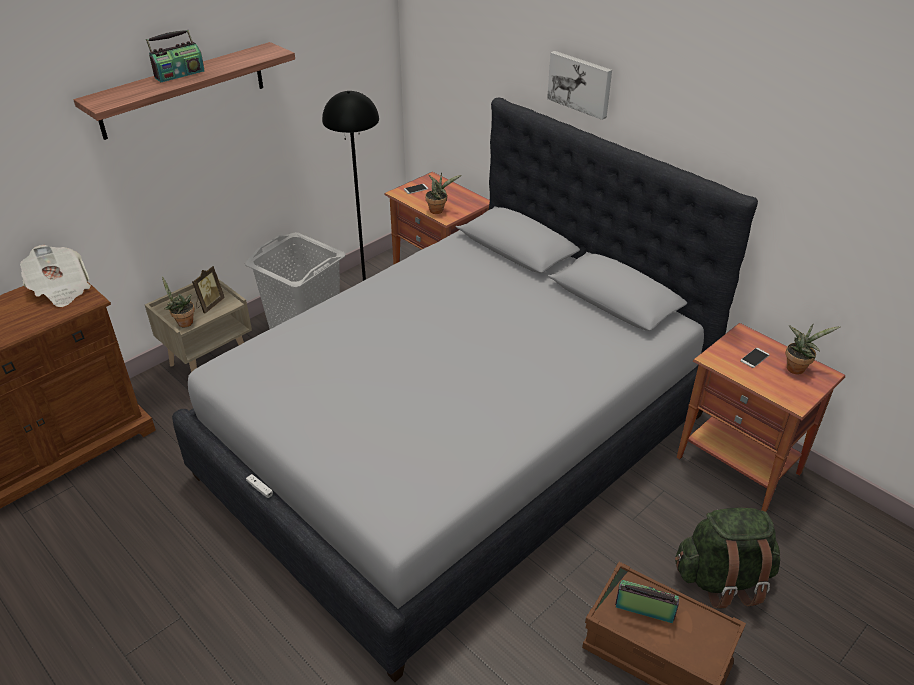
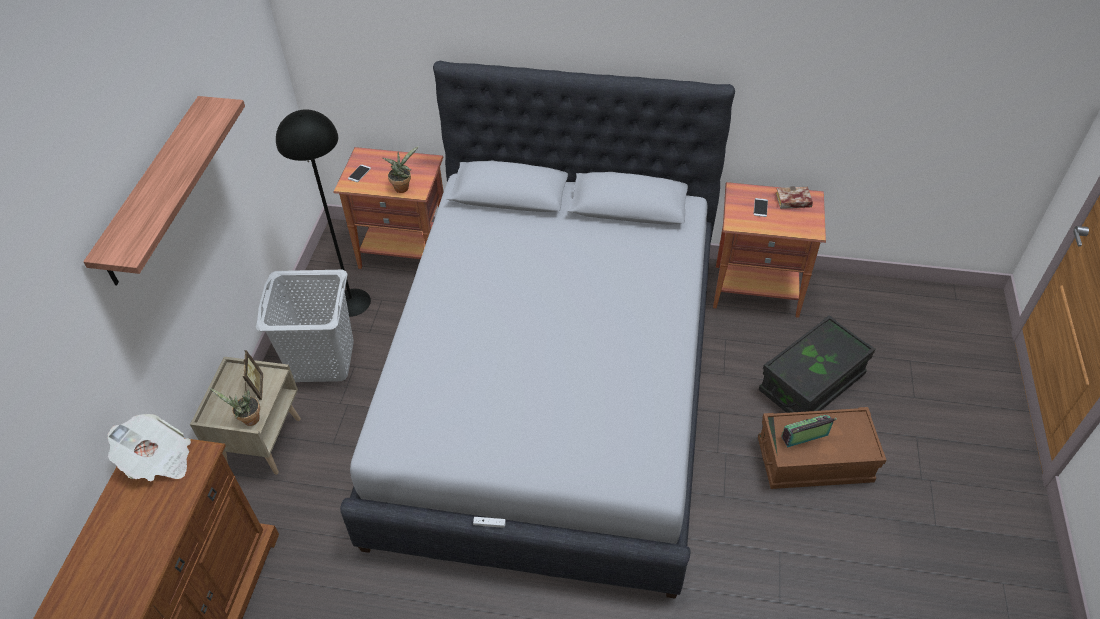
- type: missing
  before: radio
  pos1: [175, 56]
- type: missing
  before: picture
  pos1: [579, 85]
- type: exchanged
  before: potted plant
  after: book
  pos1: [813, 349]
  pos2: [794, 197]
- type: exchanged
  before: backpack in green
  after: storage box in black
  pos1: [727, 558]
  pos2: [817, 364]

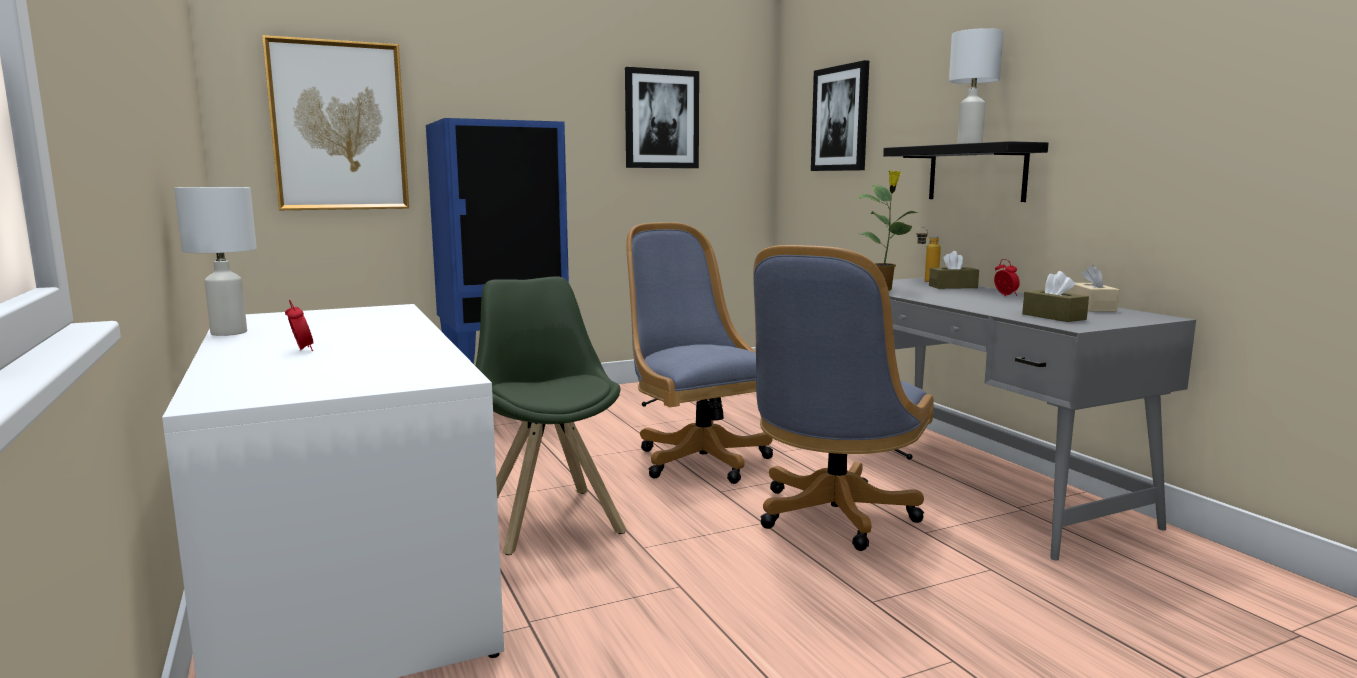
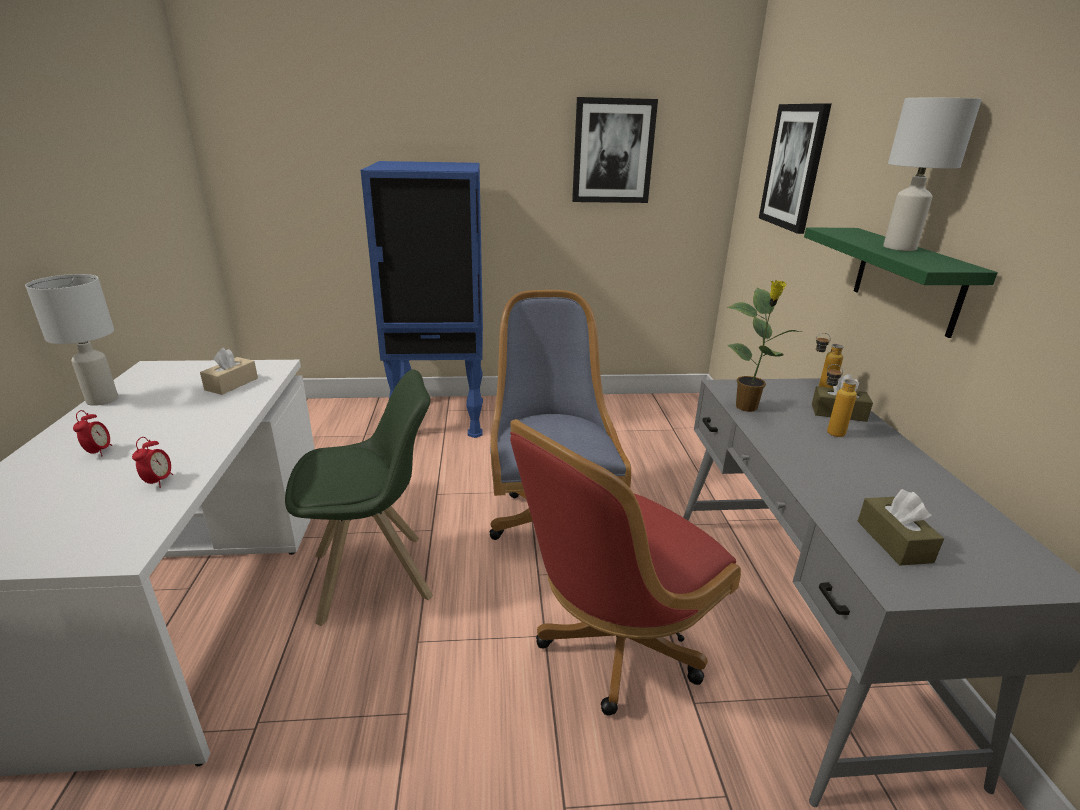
- type: missing
  before: picture
  pos1: [335, 122]
- type: colour
  before: shelf in black
  after: shelf in green
  pos1: [965, 171]
  pos2: [901, 282]
- type: colour
  before: office chair in blue
  after: office chair in red
  pos1: [843, 398]
  pos2: [625, 567]
- type: relocated
  before: alarm clock
  pos1: [1007, 277]
  pos2: [152, 462]
- type: relocated
  before: tissue box in beige
  pos1: [1094, 288]
  pos2: [229, 371]
- type: spun
  before: chair in green
  pos1: [551, 415]
  pos2: [359, 497]
  turn: 75
- type: appeared
  after: bottle
  pos2: [842, 400]

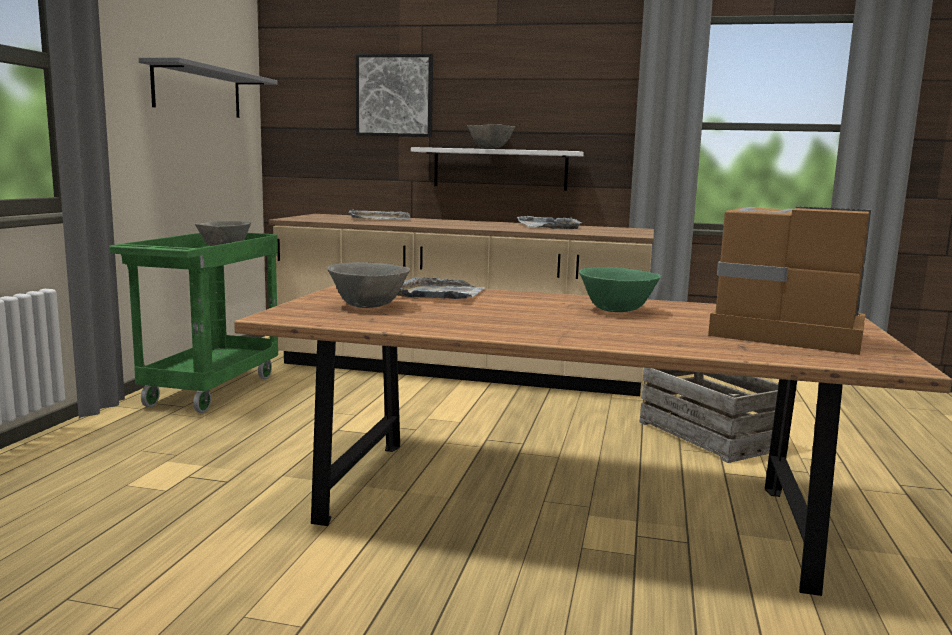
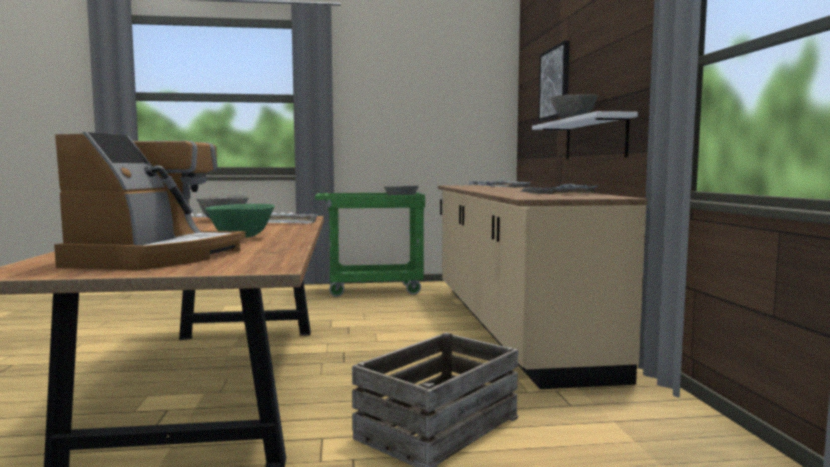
- type: missing
  before: shelf in grey
  pos1: [208, 87]

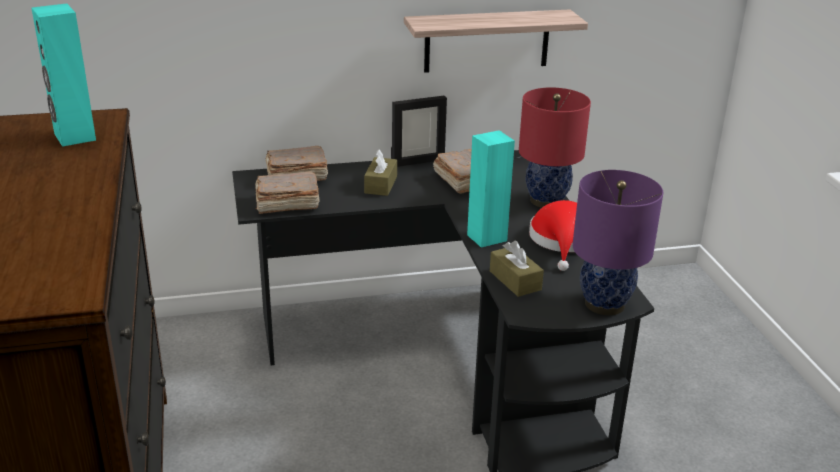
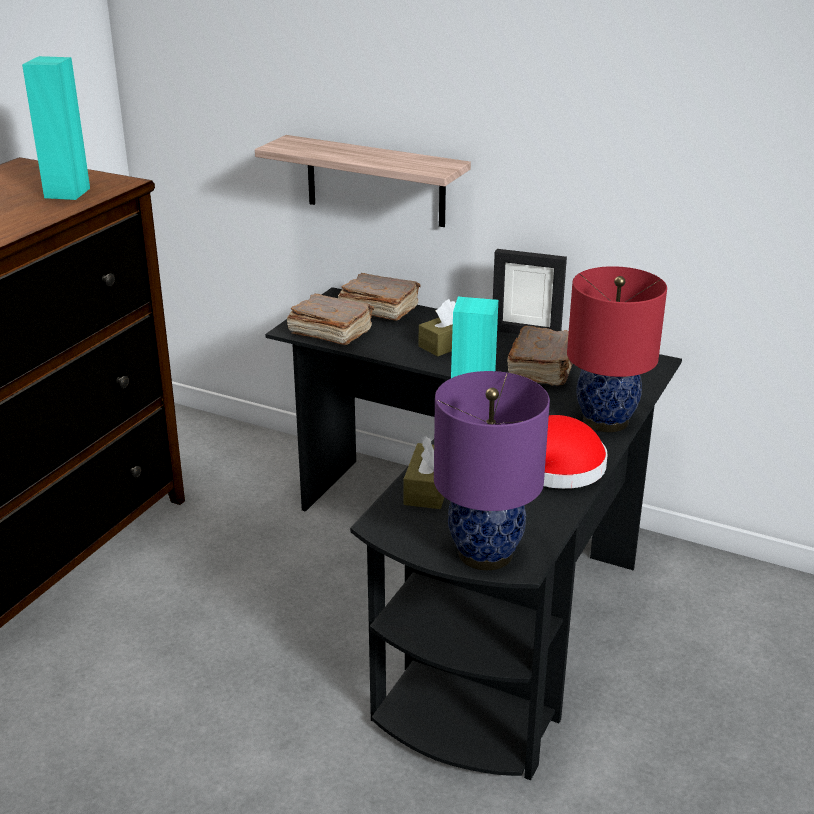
- type: relocated
  before: shelf
  pos1: [496, 41]
  pos2: [363, 181]

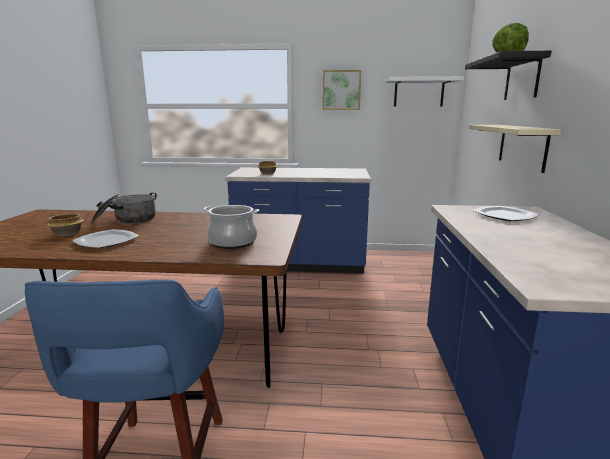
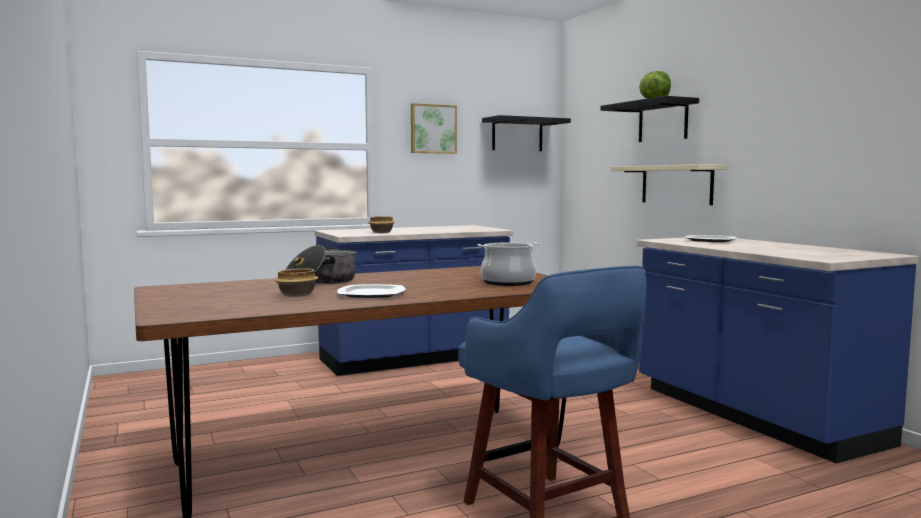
- type: colour
  before: shelf in white
  after: shelf in black
  pos1: [424, 91]
  pos2: [526, 133]

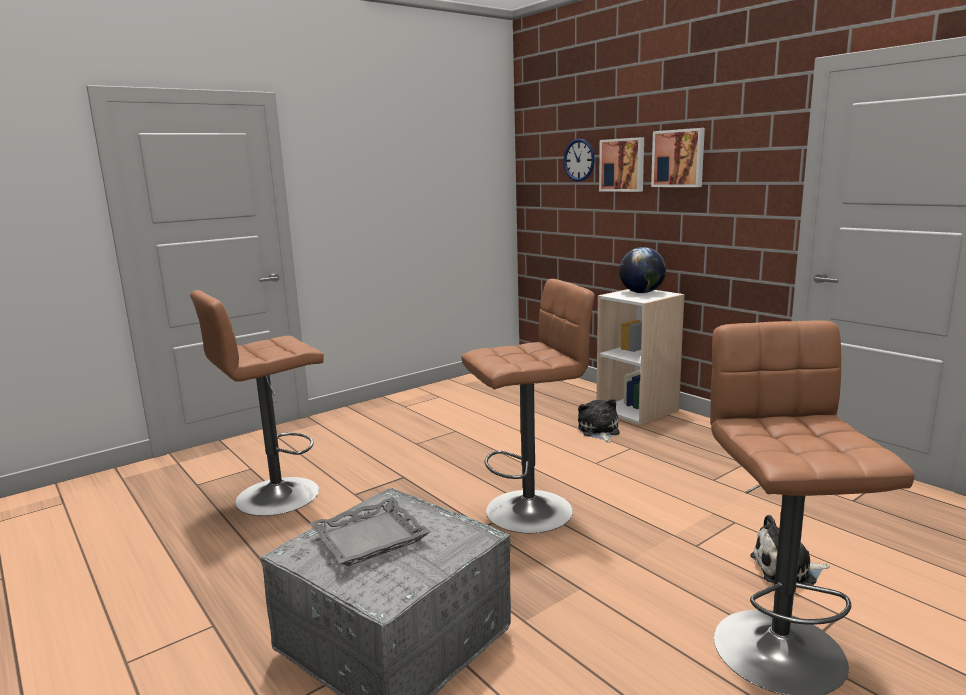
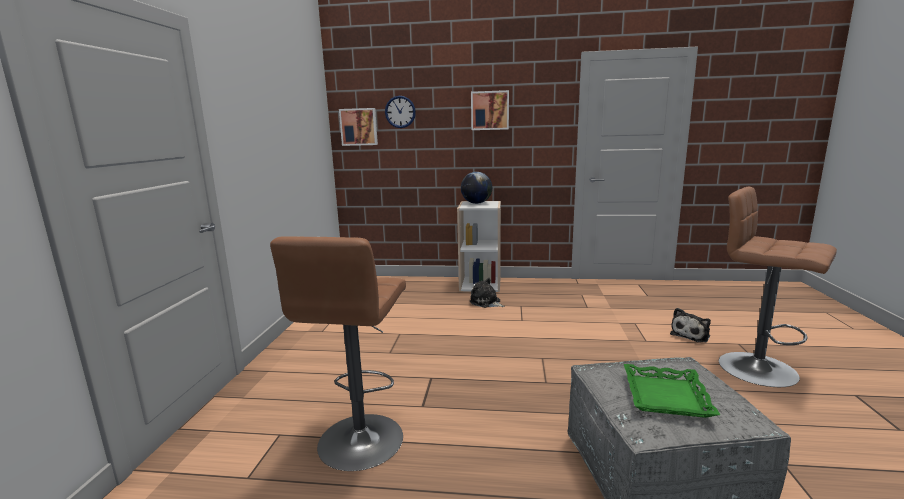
- type: relocated
  before: picture
  pos1: [621, 164]
  pos2: [358, 127]
- type: missing
  before: stool in brown
  pos1: [528, 406]
- type: colour
  before: tray in grey
  after: tray in green
  pos1: [370, 531]
  pos2: [672, 391]

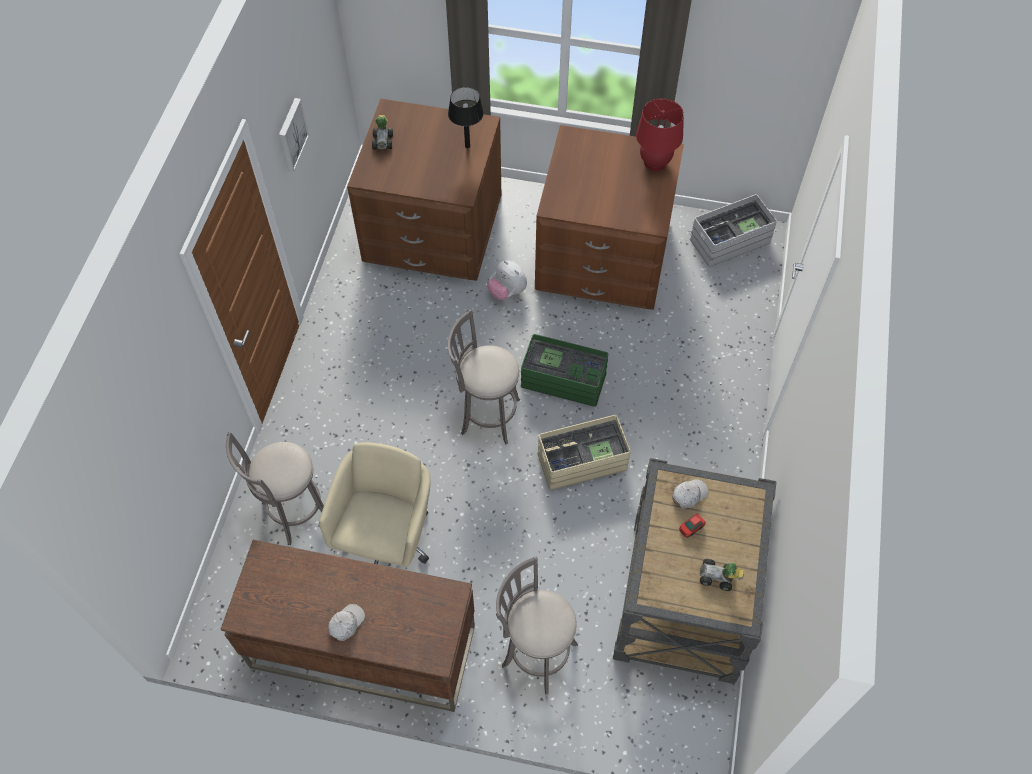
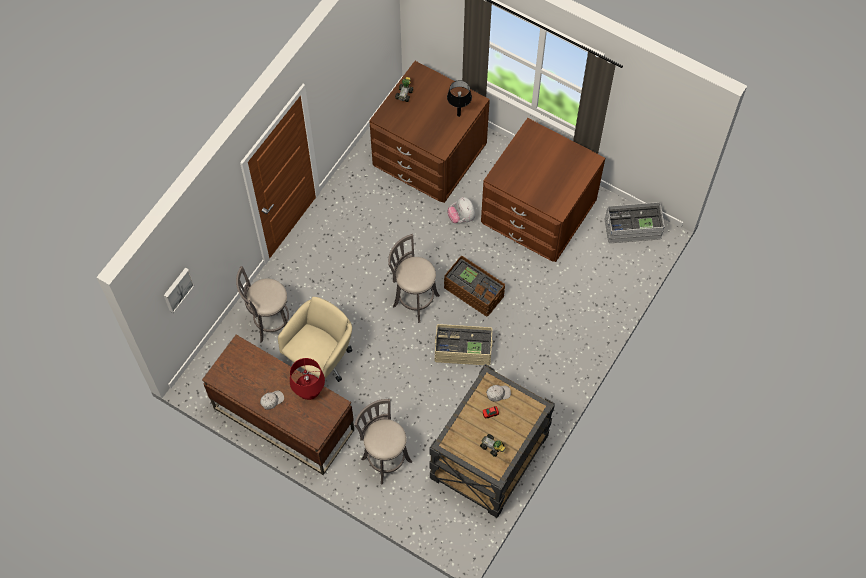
- type: relocated
  before: picture
  pos1: [294, 134]
  pos2: [179, 290]
- type: relocated
  before: table lamp in red
  pos1: [660, 134]
  pos2: [307, 379]
- type: colour
  before: storage box in green
  after: storage box in brown
  pos1: [564, 370]
  pos2: [474, 286]

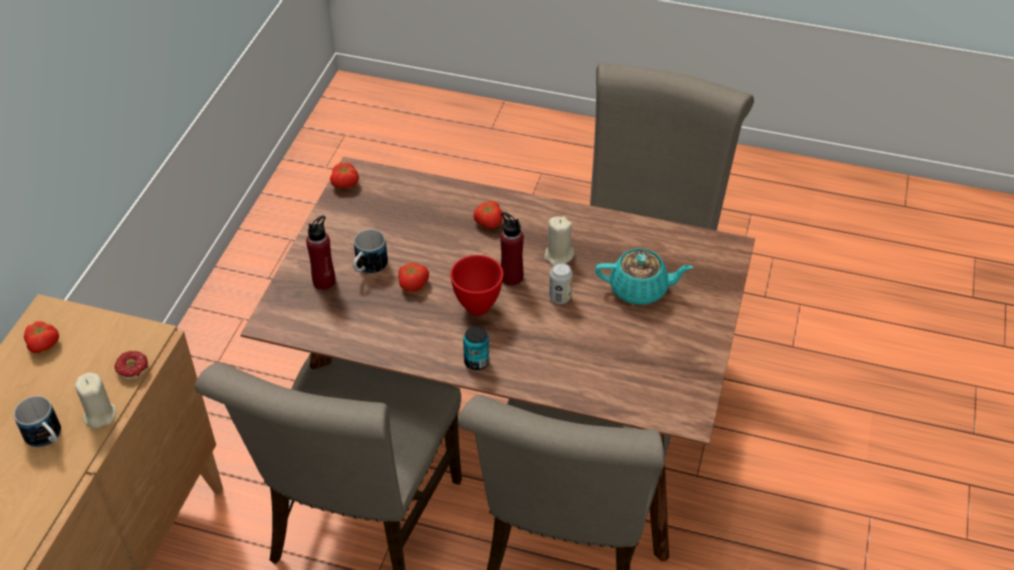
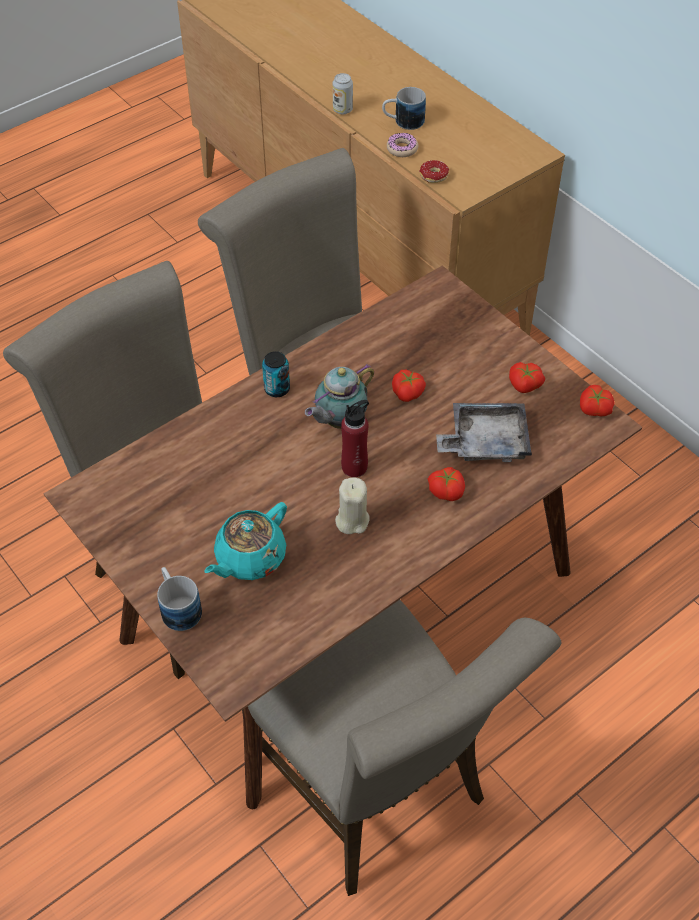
- type: missing
  before: bottle in red
  pos1: [320, 252]
- type: relocated
  before: mug
  pos1: [370, 251]
  pos2: [179, 599]
- type: exchanged
  before: bowl in red
  after: teapot
  pos1: [476, 285]
  pos2: [339, 396]
- type: relocated
  before: can
  pos1: [561, 283]
  pos2: [343, 93]
- type: relocated
  before: tomato
  pos1: [41, 337]
  pos2: [527, 377]
- type: exchanged
  before: candle in beige
  after: donut
  pos1: [95, 401]
  pos2: [402, 144]
- type: appeared
  after: tray in grey
  pos2: [484, 432]

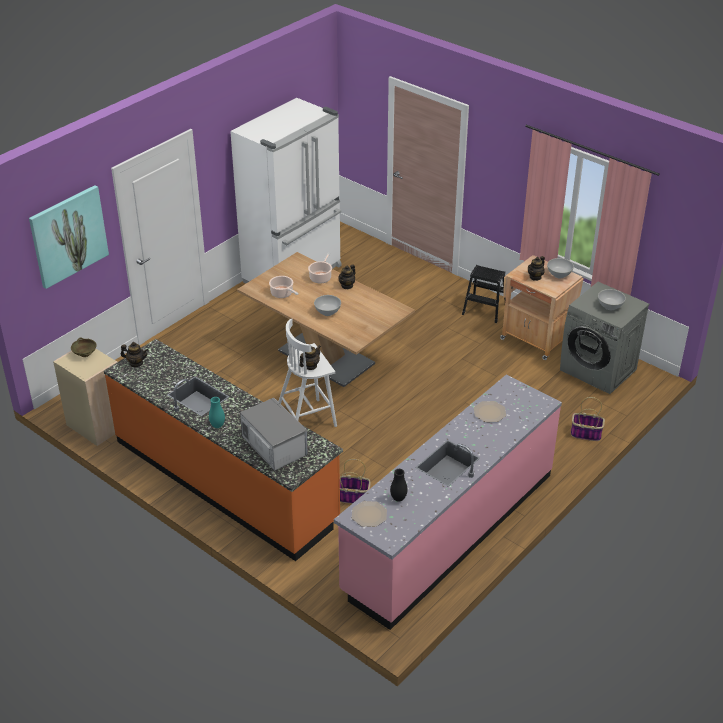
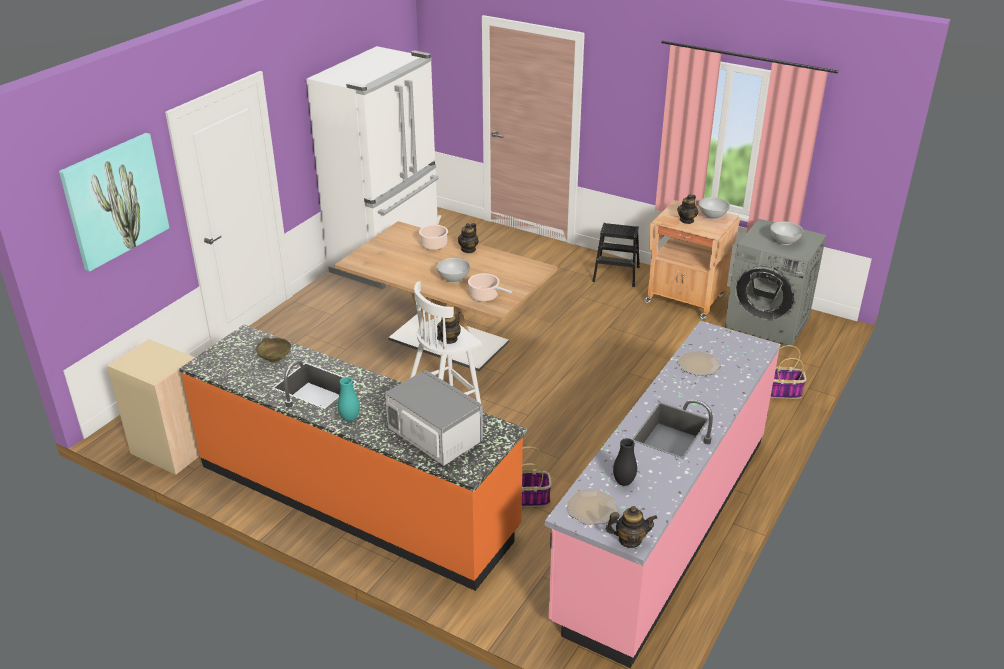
- type: relocated
  before: cooking pot
  pos1: [284, 287]
  pos2: [490, 287]
- type: relocated
  before: bowl in beige
  pos1: [84, 347]
  pos2: [273, 350]
- type: relocated
  before: teapot
  pos1: [134, 354]
  pos2: [631, 527]

